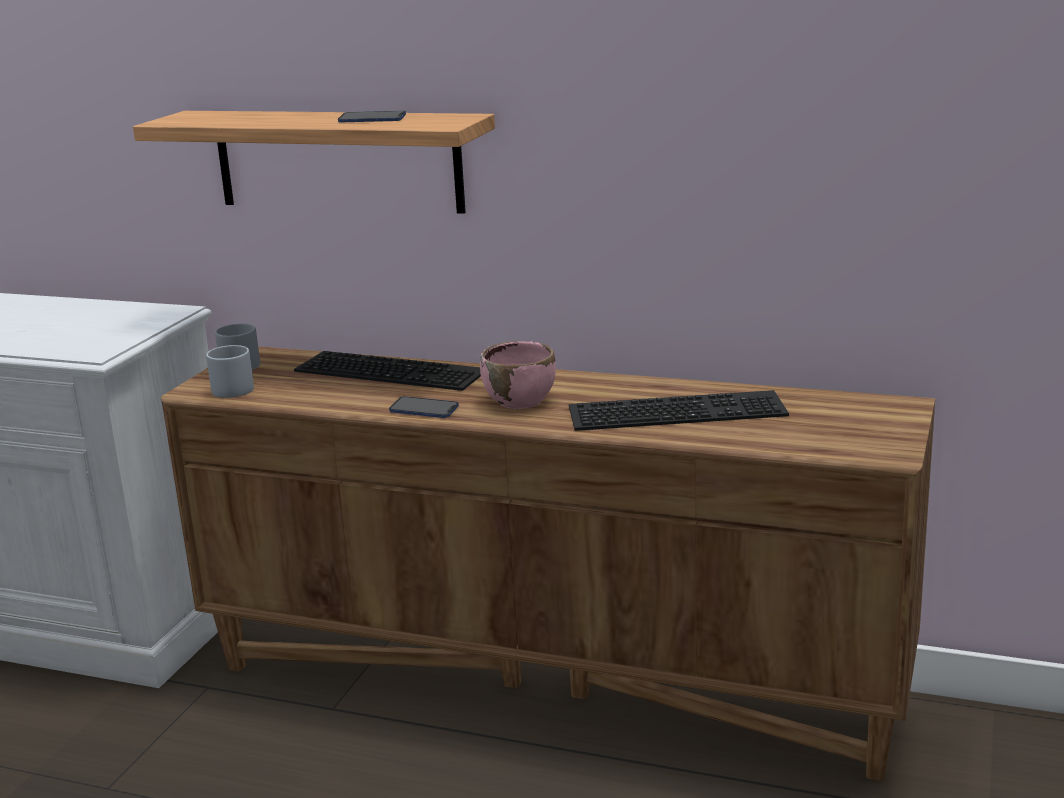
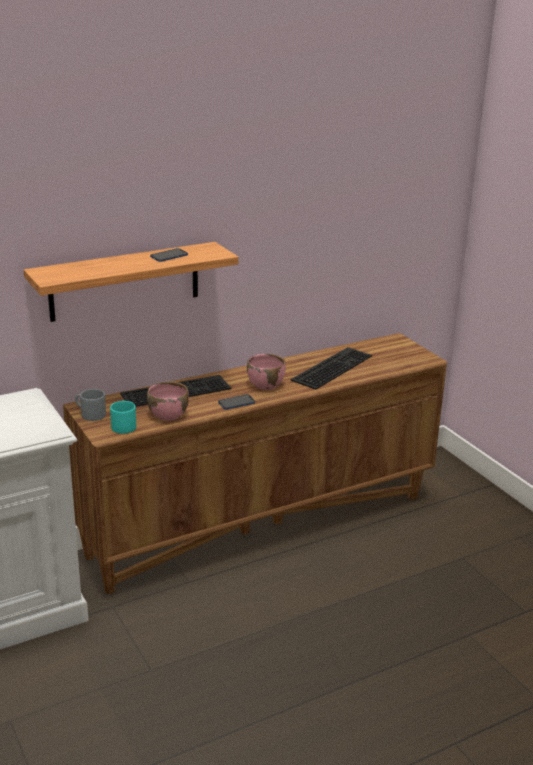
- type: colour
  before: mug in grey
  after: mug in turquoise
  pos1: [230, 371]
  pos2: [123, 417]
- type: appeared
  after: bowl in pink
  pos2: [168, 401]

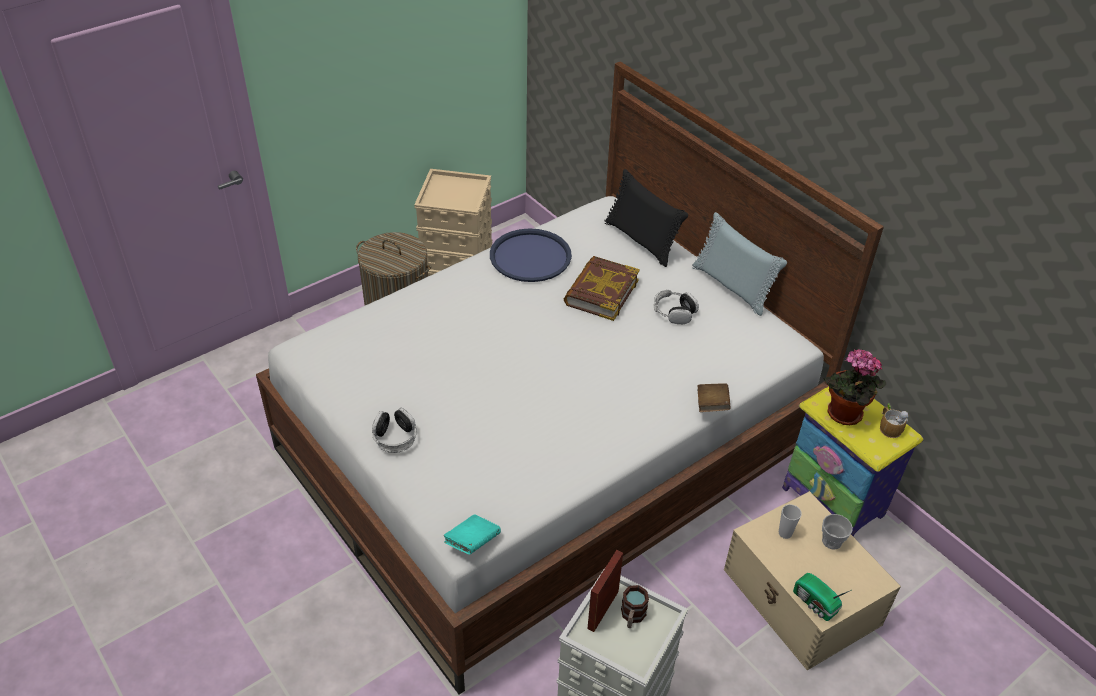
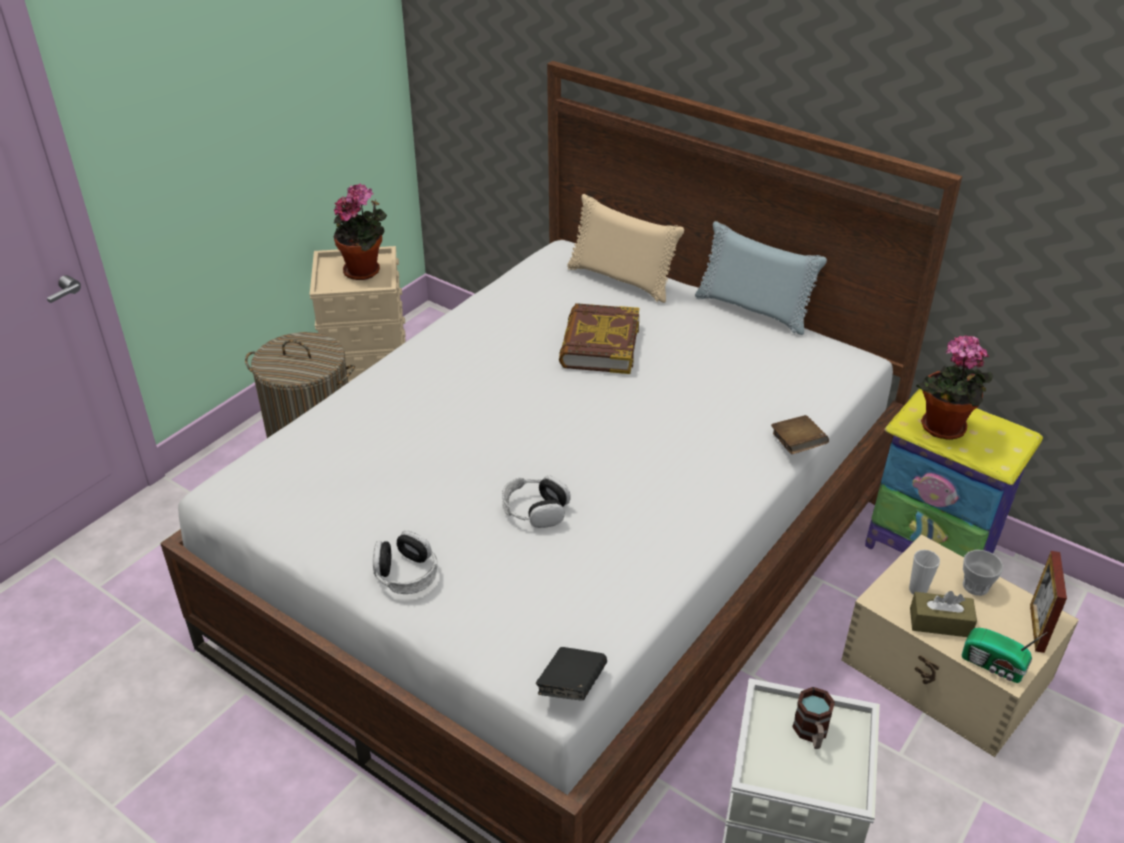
- type: colour
  before: pillow in black
  after: pillow in beige
  pos1: [646, 218]
  pos2: [625, 248]
- type: missing
  before: tray in blue
  pos1: [531, 255]
- type: relocated
  before: headphones
  pos1: [676, 307]
  pos2: [536, 502]
- type: missing
  before: mug
  pos1: [894, 420]
- type: colour
  before: book in turquoise
  after: book in black
  pos1: [472, 534]
  pos2: [571, 674]
- type: relocated
  before: picture frame
  pos1: [605, 591]
  pos2: [1048, 602]
- type: appeared
  after: potted plant
  pos2: [360, 231]
- type: appeared
  after: tissue box in brown
  pos2: [943, 614]

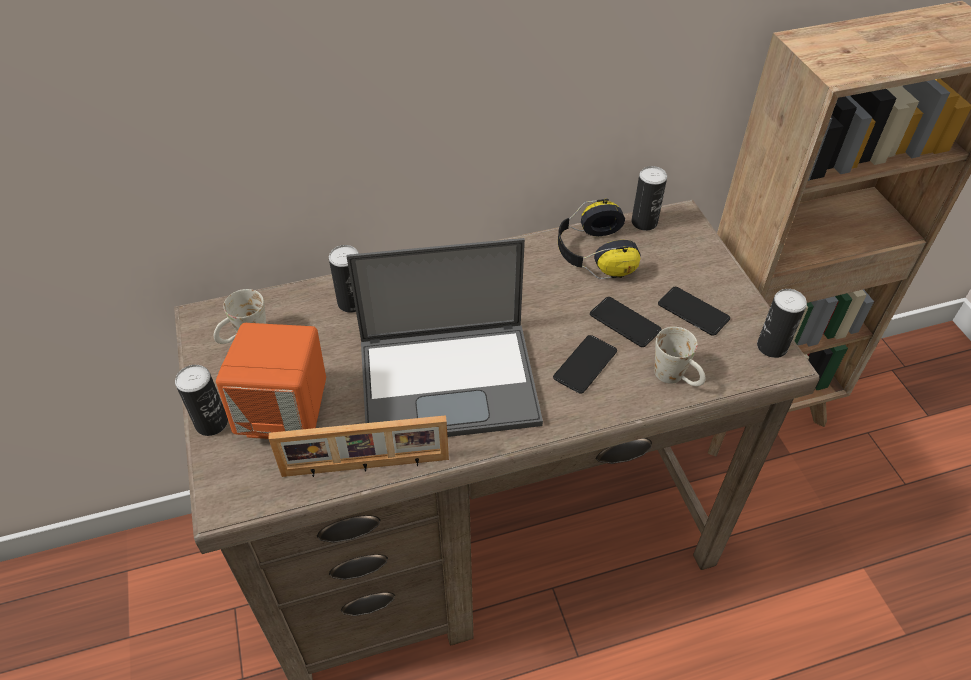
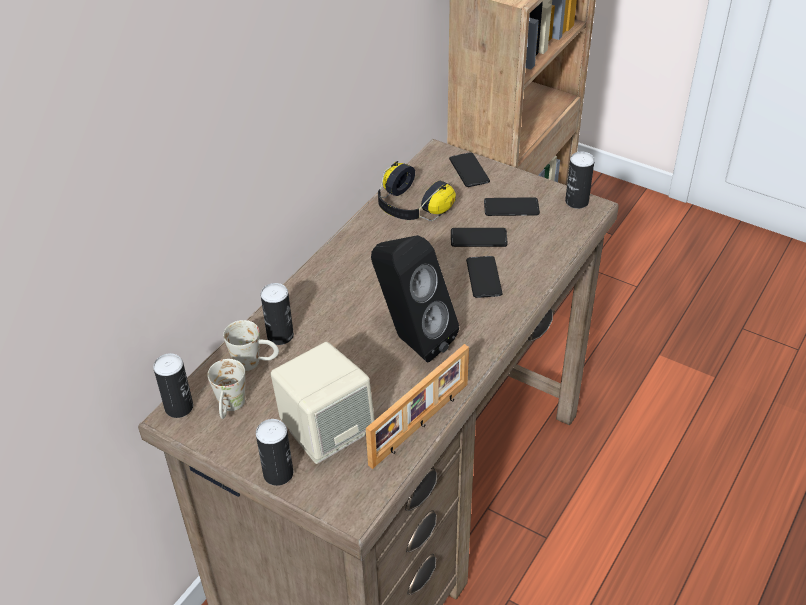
- type: relocated
  before: can
  pos1: [649, 198]
  pos2: [173, 385]
- type: exchanged
  before: laptop
  after: speaker in black
  pos1: [445, 337]
  pos2: [415, 298]
- type: colour
  before: speaker in orange
  after: speaker in beige
  pos1: [271, 381]
  pos2: [323, 403]
- type: relocated
  before: mug in white
  pos1: [680, 356]
  pos2: [251, 345]
- type: appeared
  after: phone
  pos2: [469, 169]

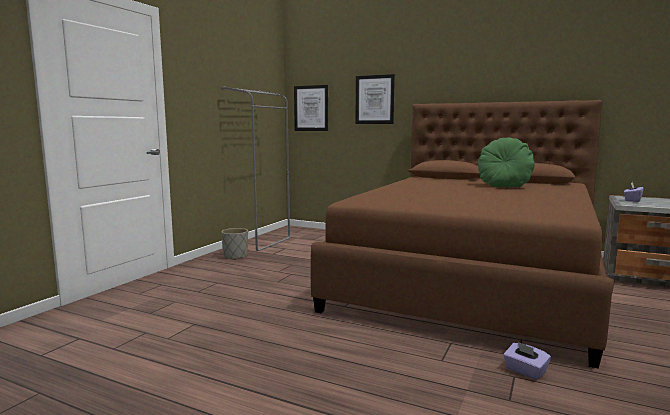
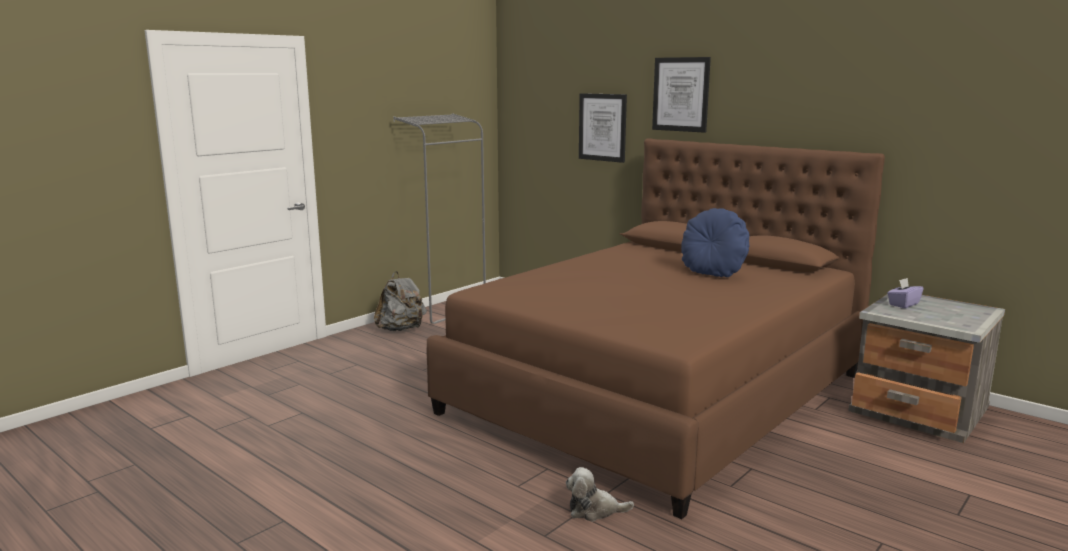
- type: relocated
  before: picture
  pos1: [311, 108]
  pos2: [681, 95]
- type: colour
  before: pillow in green
  after: pillow in blue
  pos1: [506, 162]
  pos2: [715, 242]
- type: exchanged
  before: planter in grey
  after: backpack in grey
  pos1: [234, 244]
  pos2: [400, 301]
- type: exchanged
  before: tissue box in purple
  after: plush toy
  pos1: [527, 361]
  pos2: [600, 494]

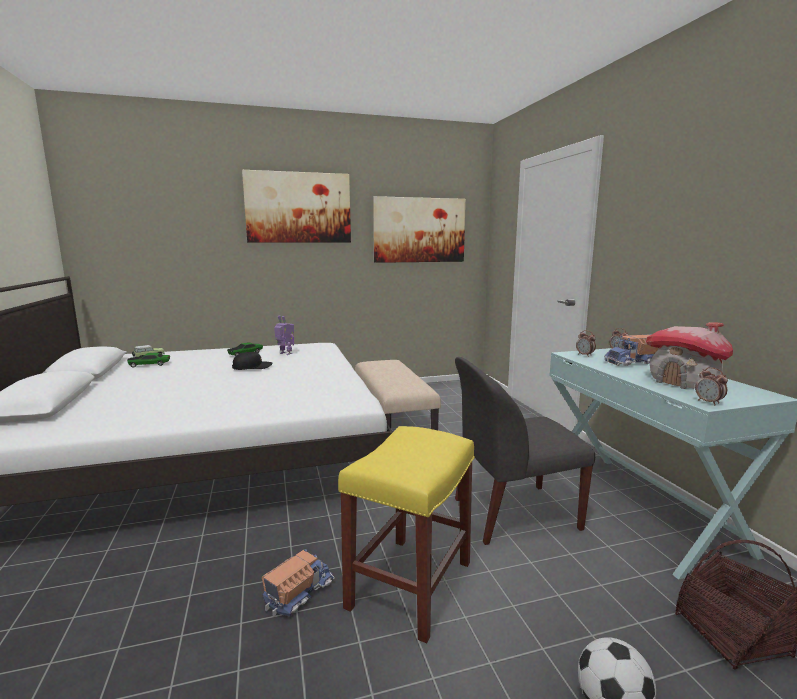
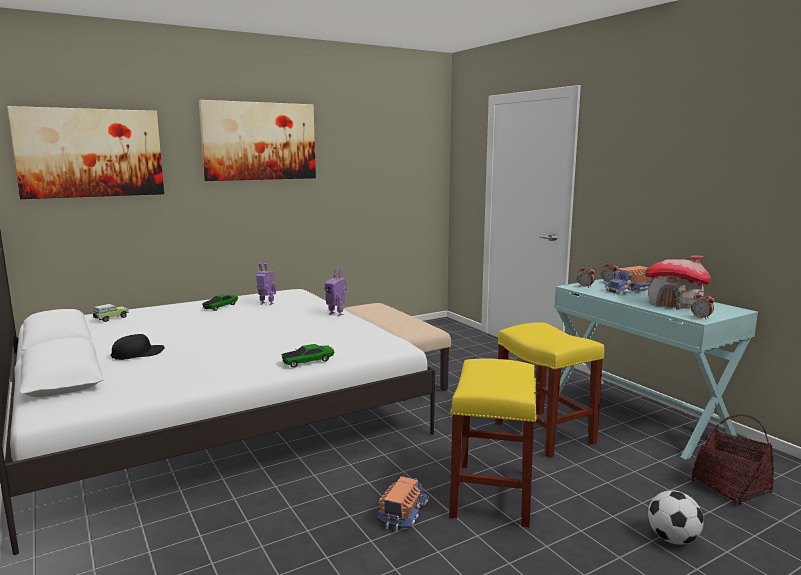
- type: relocated
  before: picture
  pos1: [419, 229]
  pos2: [85, 152]
- type: relocated
  before: cap in black
  pos1: [252, 361]
  pos2: [138, 347]
- type: relocated
  before: toy car
  pos1: [148, 360]
  pos2: [308, 356]
- type: exchanged
  before: chair in grey
  after: stool in yellow
  pos1: [525, 451]
  pos2: [550, 390]
- type: appeared
  after: toy robot
  pos2: [335, 292]

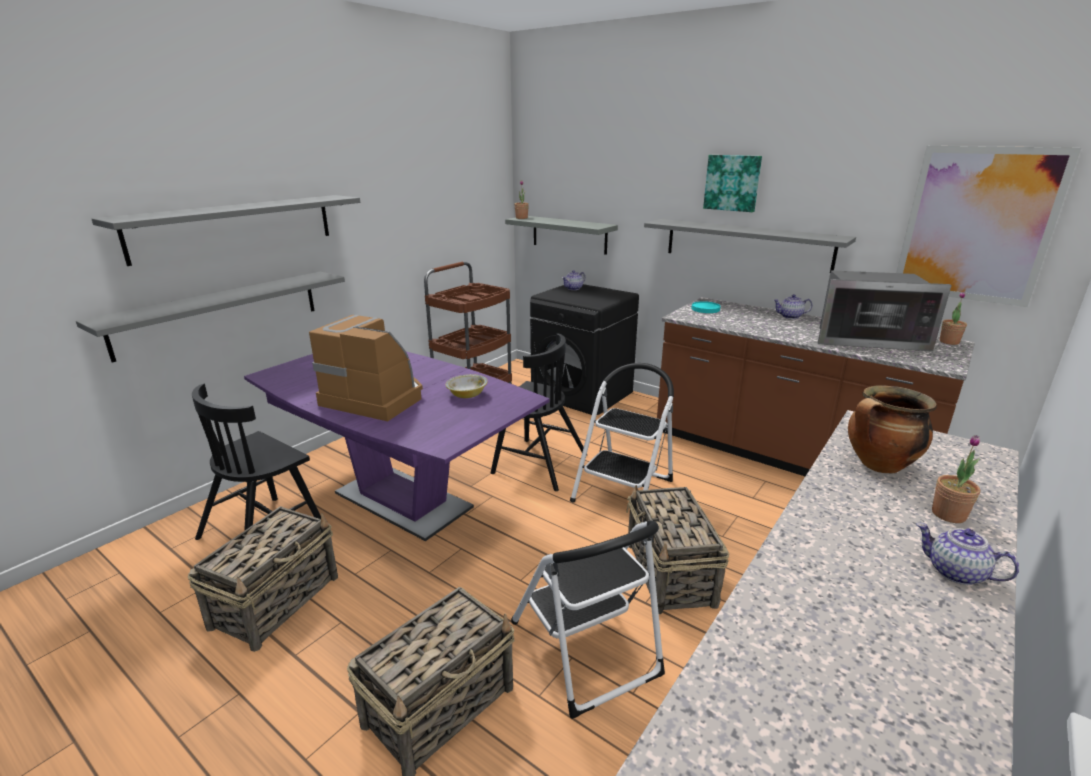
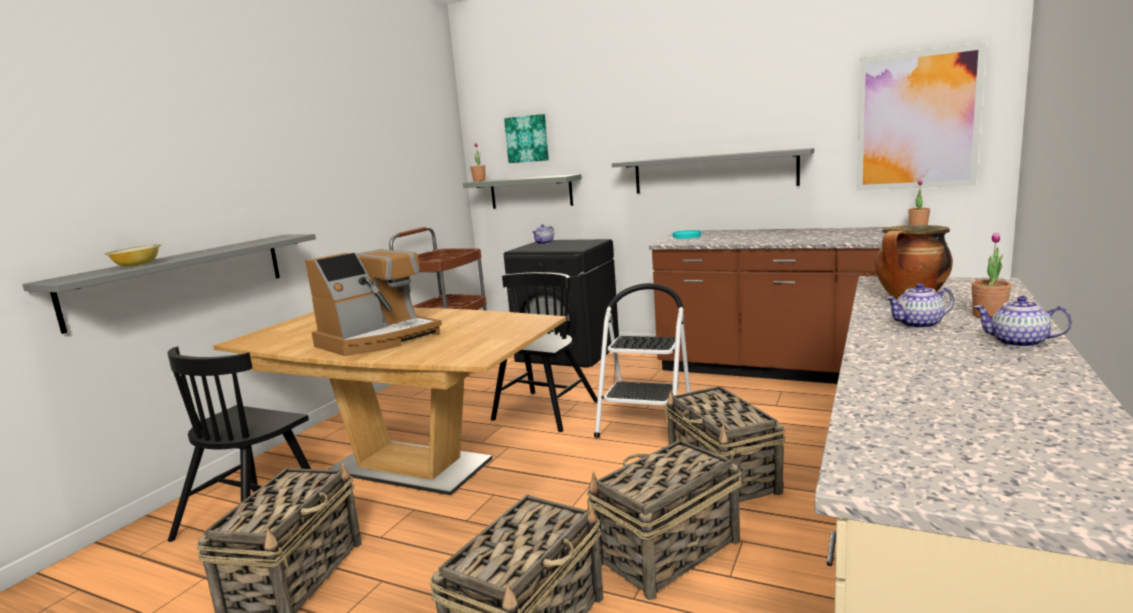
- type: relocated
  before: picture
  pos1: [732, 183]
  pos2: [526, 138]
- type: missing
  before: shelf in grey
  pos1: [226, 230]
- type: missing
  before: microwave
  pos1: [885, 310]
- type: relocated
  before: teapot
  pos1: [793, 306]
  pos2: [920, 306]
- type: spun
  before: coffee machine
  pos1: [366, 368]
  pos2: [373, 302]
  turn: 120
- type: spun
  before: chair in black
  pos1: [539, 412]
  pos2: [544, 352]
  turn: -75
- type: colour
  before: dining table in purple
  after: dining table in brown
  pos1: [396, 446]
  pos2: [389, 401]
- type: relocated
  before: bowl
  pos1: [467, 386]
  pos2: [132, 255]
- type: exchanged
  before: step ladder
  after: basket
  pos1: [588, 619]
  pos2: [664, 515]

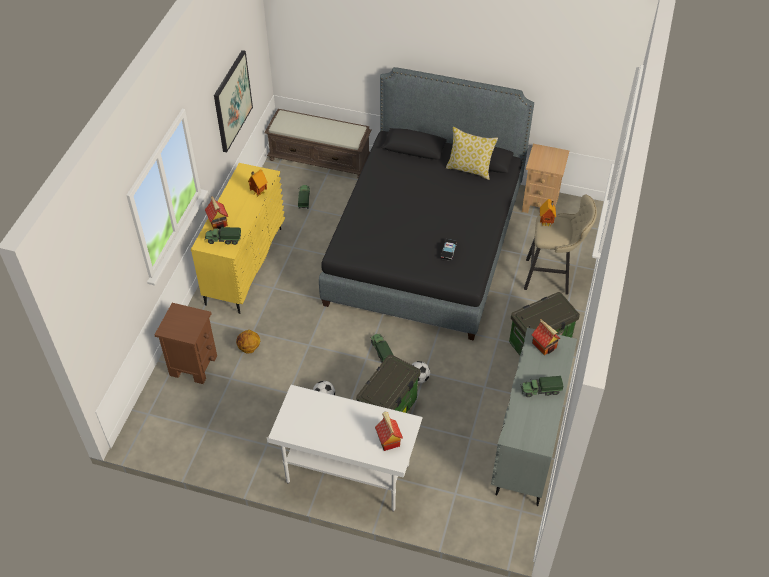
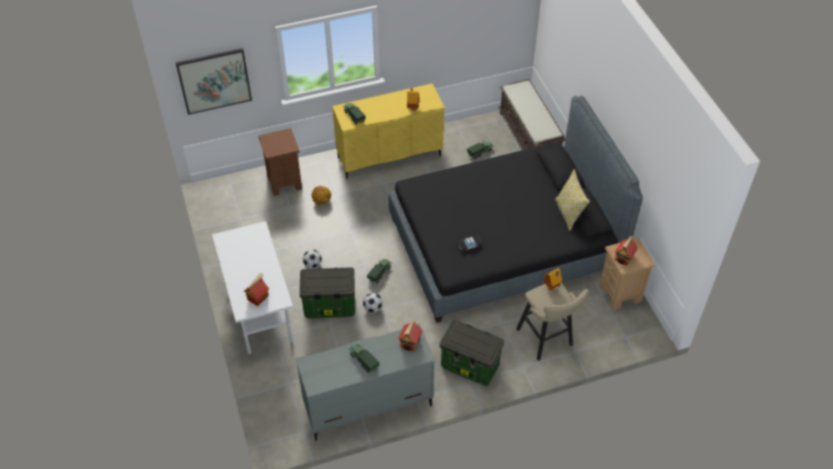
- type: relocated
  before: picture
  pos1: [233, 101]
  pos2: [214, 81]
- type: relocated
  before: toy house
  pos1: [217, 212]
  pos2: [626, 251]

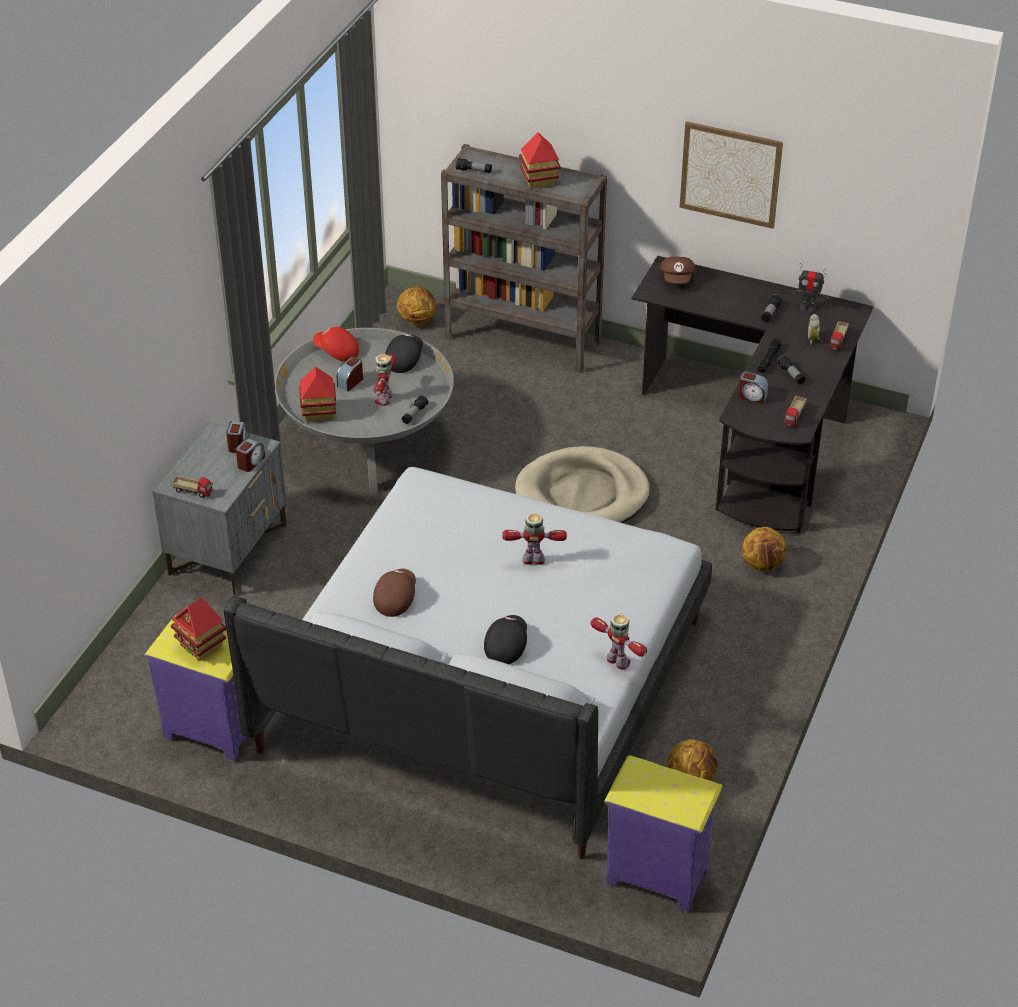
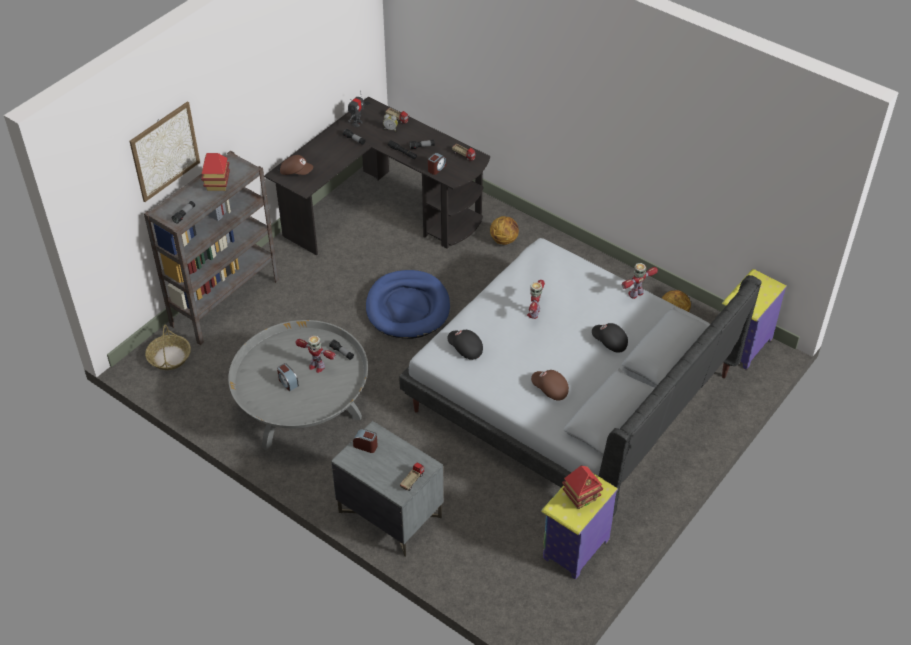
- type: relocated
  before: picture
  pos1: [731, 175]
  pos2: [164, 151]
- type: exchanged
  before: basketball
  after: basket
  pos1: [416, 306]
  pos2: [168, 347]
- type: missing
  before: cap in red
  pos1: [336, 344]
- type: relocated
  before: cap in black
  pos1: [404, 353]
  pos2: [465, 345]
- type: missing
  before: toy house
  pos1: [317, 394]
- type: missing
  before: alarm clock
  pos1: [250, 455]
- type: colour
  before: dog bed in beige
  after: dog bed in blue
  pos1: [582, 484]
  pos2: [408, 304]

